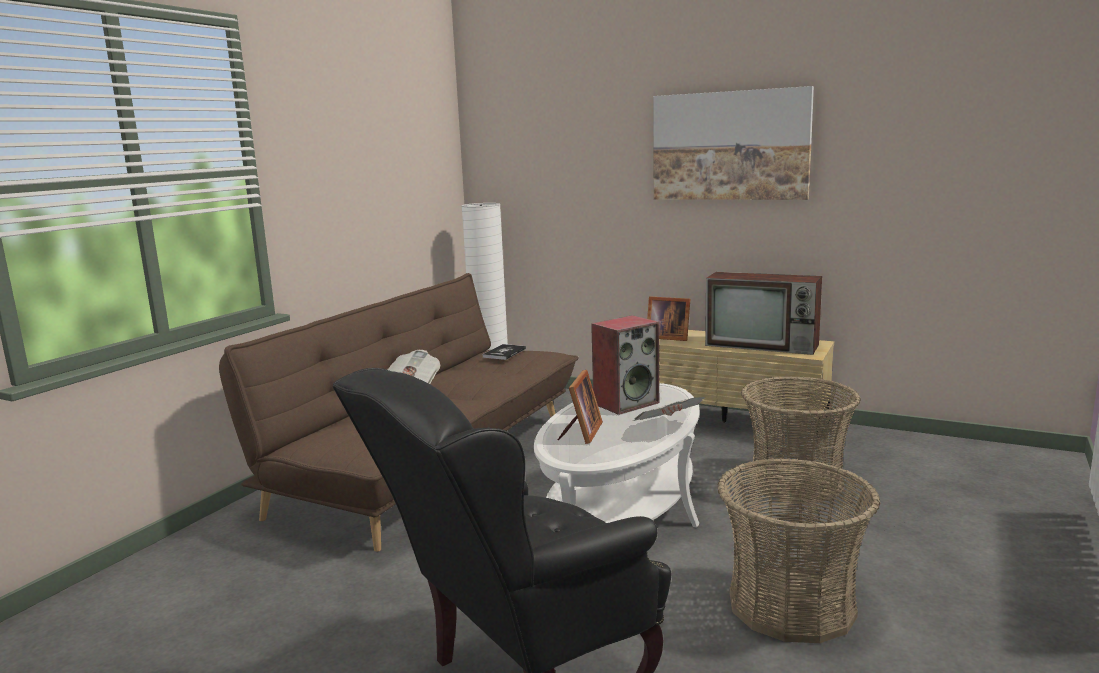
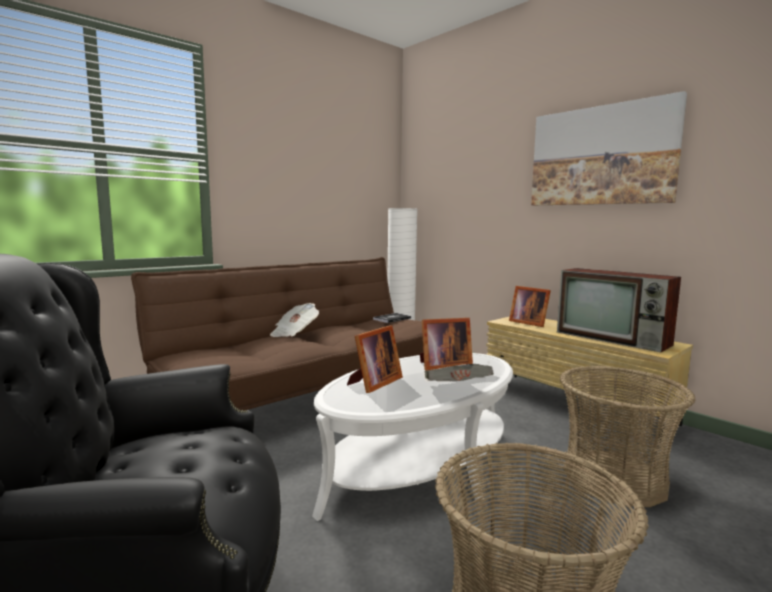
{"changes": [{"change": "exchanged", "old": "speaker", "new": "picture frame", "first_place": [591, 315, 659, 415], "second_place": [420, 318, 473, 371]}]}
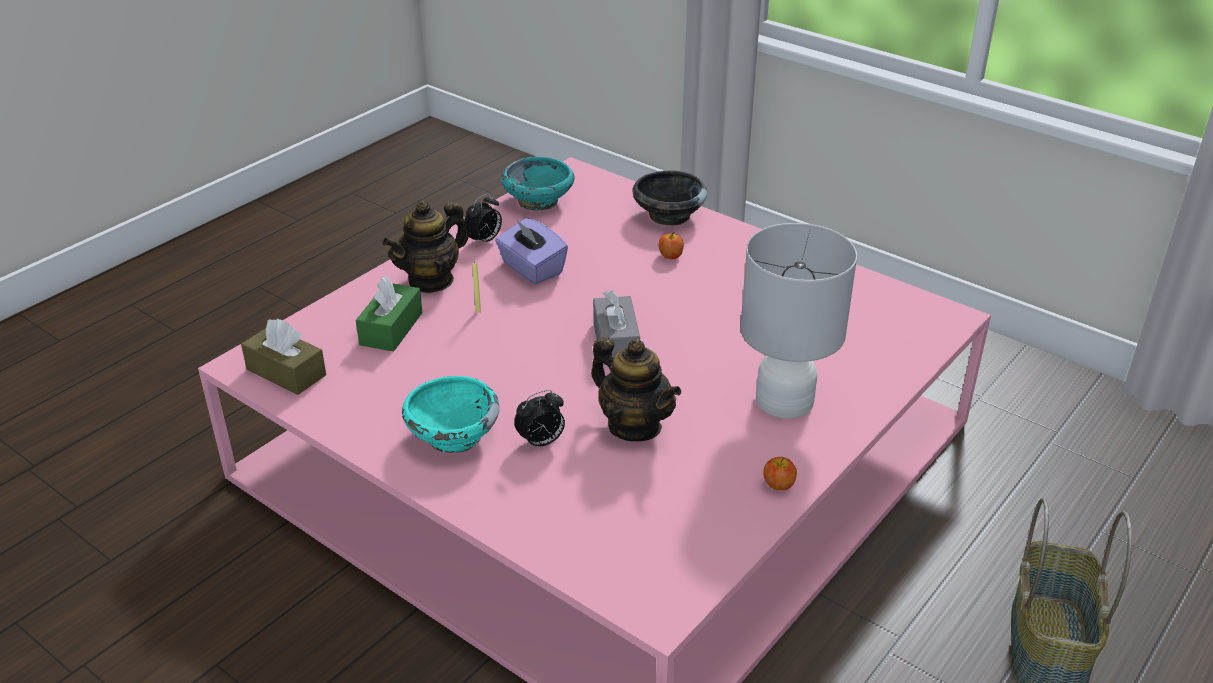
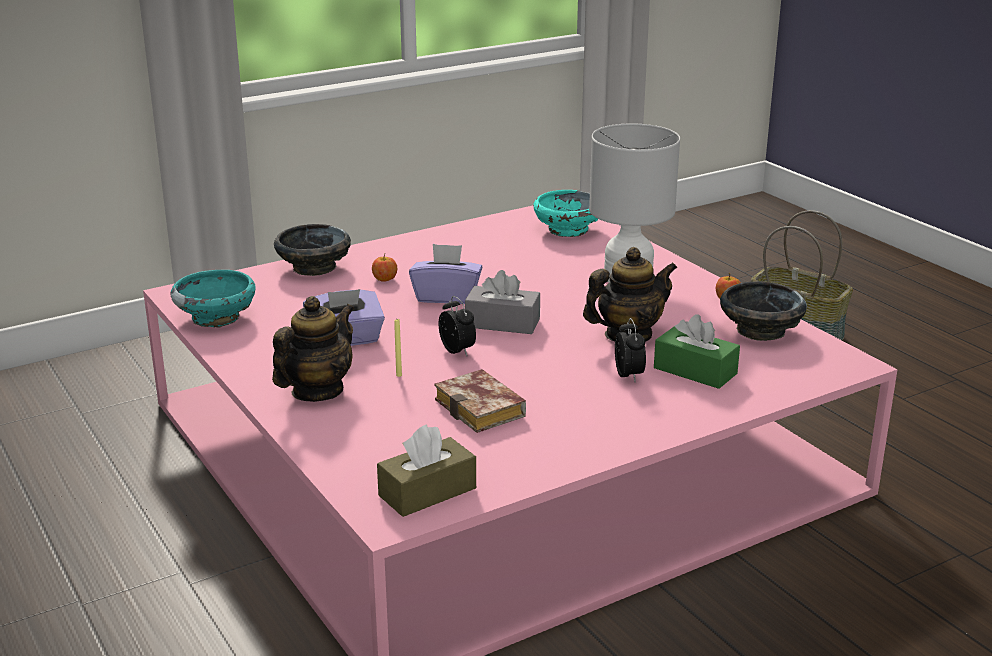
{"changes": [{"change": "spun", "old": "teapot", "first_place": [383, 200, 469, 293], "second_place": [272, 296, 355, 402], "degrees": -120}, {"change": "appeared", "new": "tissue box/purple", "second_place": [409, 244, 482, 304]}, {"change": "appeared", "new": "book", "second_place": [435, 369, 526, 433]}, {"change": "relocated", "old": "alarm clock", "first_place": [464, 193, 502, 246], "second_place": [439, 296, 476, 356]}, {"change": "relocated", "old": "bowl/turquoise", "first_place": [402, 376, 500, 453], "second_place": [533, 190, 598, 237]}, {"change": "relocated", "old": "tissue box/green", "first_place": [356, 277, 423, 352], "second_place": [654, 314, 740, 389]}, {"change": "appeared", "new": "bowl/black", "second_place": [720, 281, 807, 341]}]}
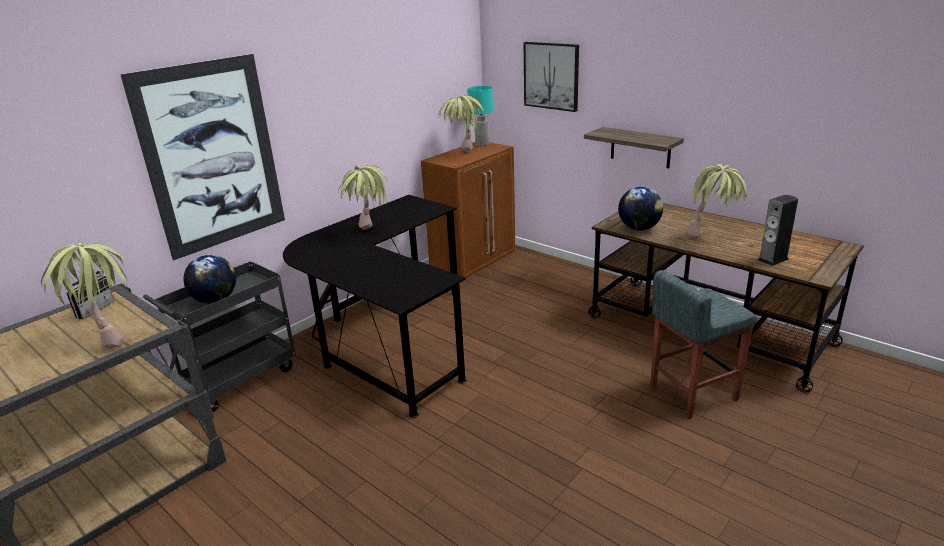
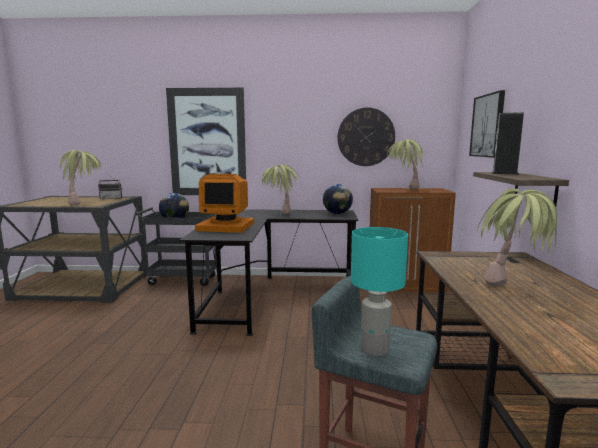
{"changes": [{"change": "appeared", "new": "monitor", "second_place": [195, 174, 254, 233]}, {"change": "relocated", "old": "globe", "first_place": [618, 187, 663, 230], "second_place": [323, 184, 353, 214]}, {"change": "appeared", "new": "wall clock", "second_place": [337, 107, 395, 166]}, {"change": "relocated", "old": "table lamp/turquoise", "first_place": [467, 86, 493, 146], "second_place": [351, 227, 408, 357]}, {"change": "relocated", "old": "speaker", "first_place": [758, 194, 798, 266], "second_place": [492, 112, 524, 175]}]}
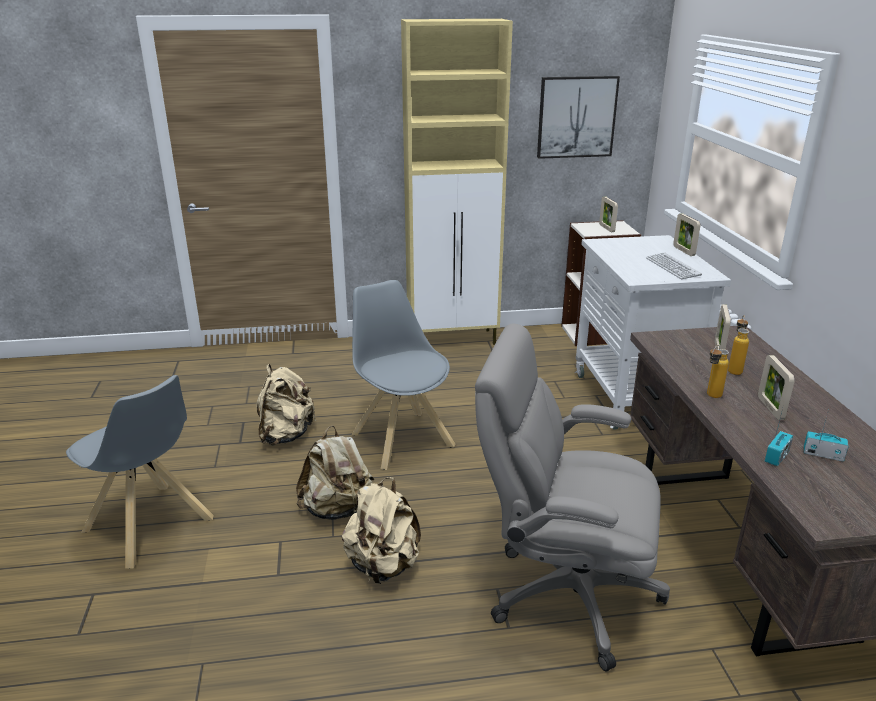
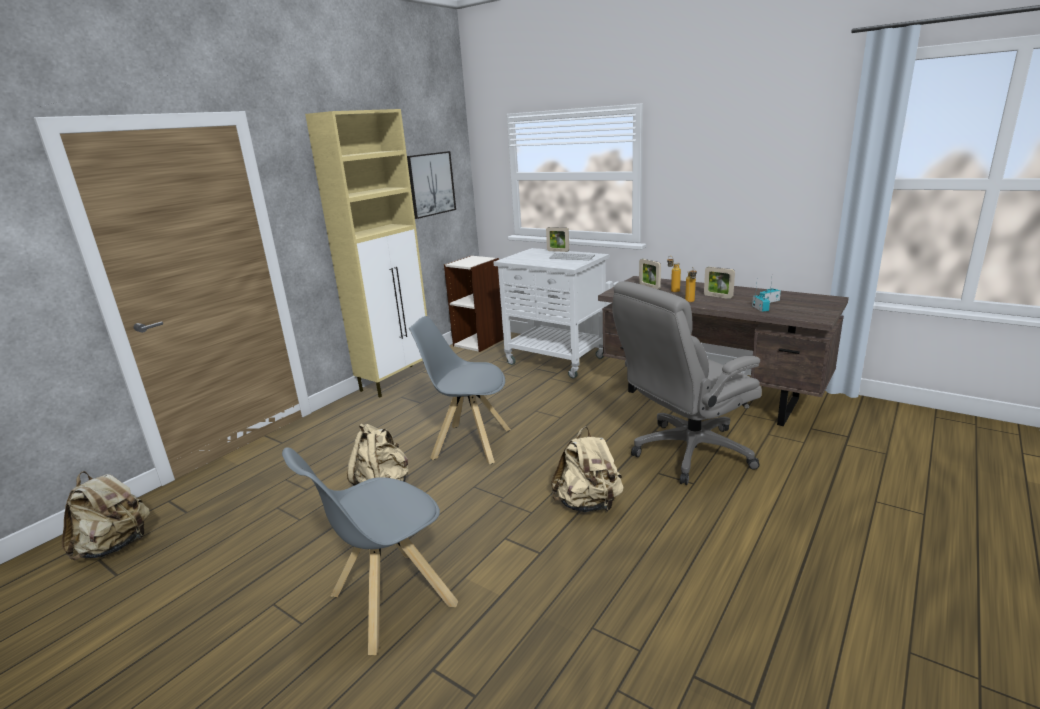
{"changes": [{"change": "relocated", "old": "backpack/beige", "first_place": [296, 426, 375, 520], "second_place": [62, 471, 150, 560]}, {"change": "spun", "old": "chair/grey", "first_place": [66, 375, 214, 569], "second_place": [282, 447, 458, 655], "degrees": 150}, {"change": "missing", "old": "picture frame", "first_place": [599, 197, 618, 232]}]}
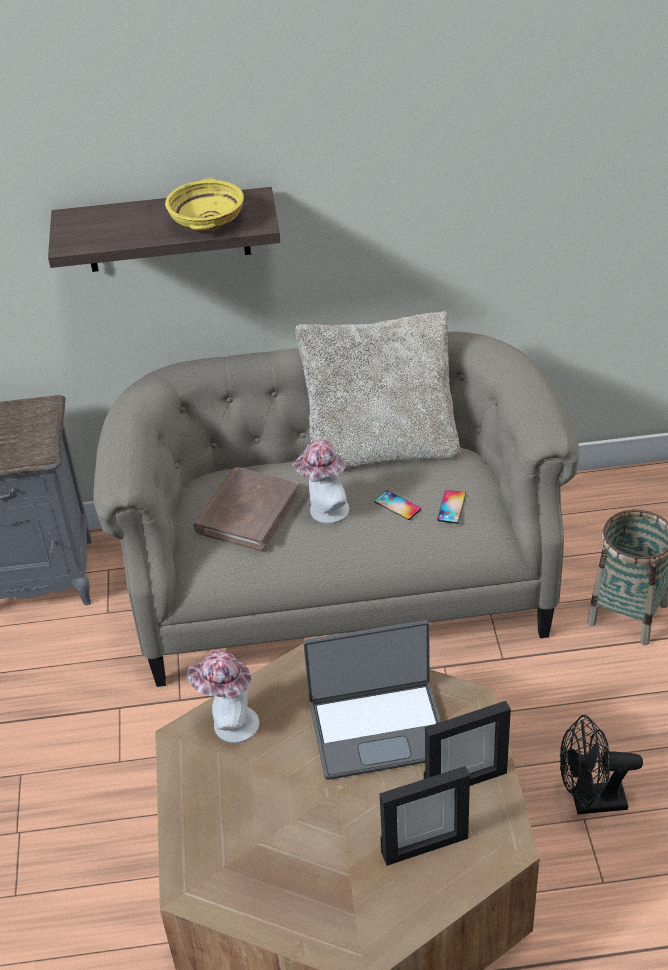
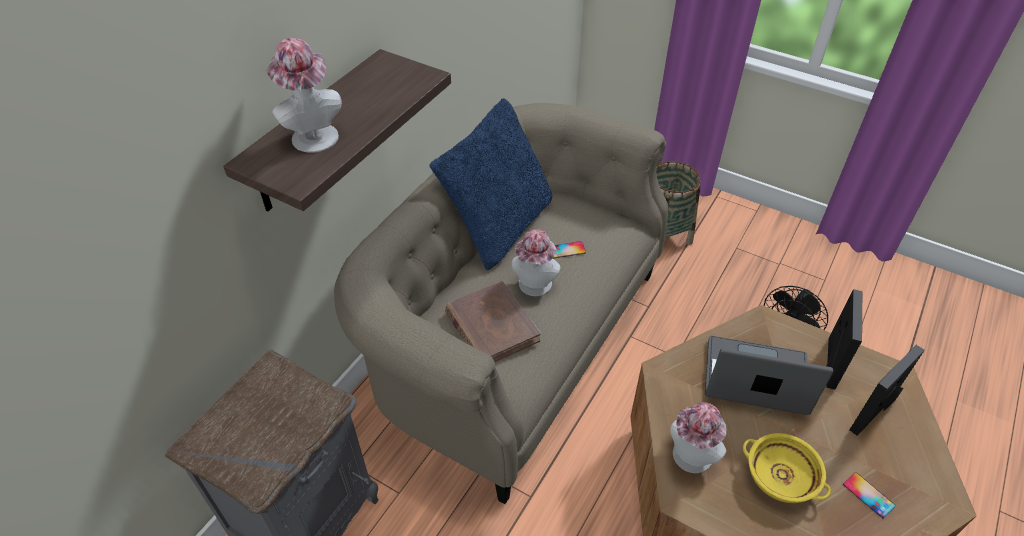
{"changes": [{"change": "appeared", "new": "hat", "second_place": [266, 38, 342, 153]}, {"change": "colour", "old": "pillow/beige", "new": "pillow/blue", "first_place": [295, 311, 461, 468], "second_place": [429, 98, 553, 270]}, {"change": "spun", "old": "laptop", "first_place": [303, 620, 441, 780], "second_place": [705, 336, 833, 415], "degrees": -105}, {"change": "relocated", "old": "bowl/yellow", "first_place": [165, 178, 244, 231], "second_place": [743, 433, 831, 503]}, {"change": "relocated", "old": "phone", "first_place": [437, 490, 466, 524], "second_place": [843, 472, 896, 518]}, {"change": "spun", "old": "picture frame", "first_place": [380, 766, 470, 866], "second_place": [849, 345, 925, 436], "degrees": -150}]}
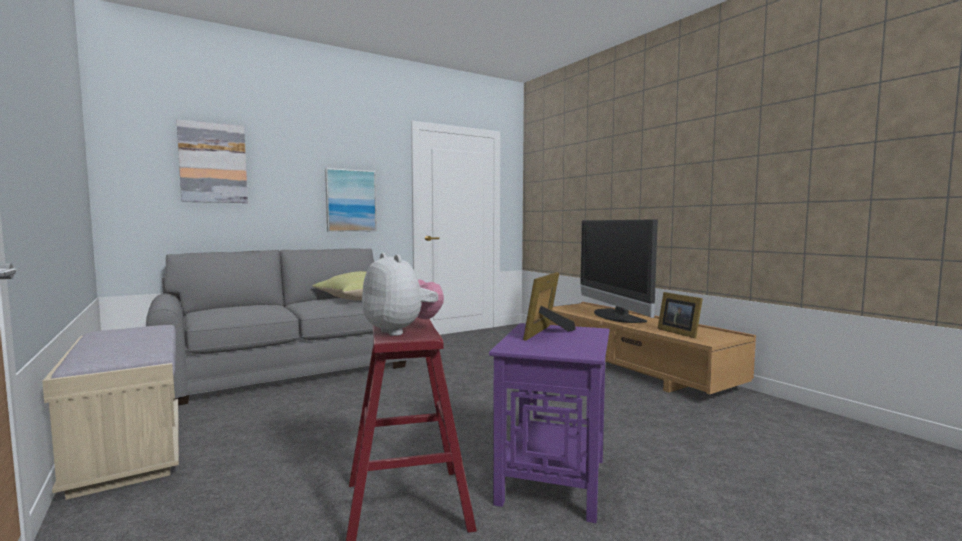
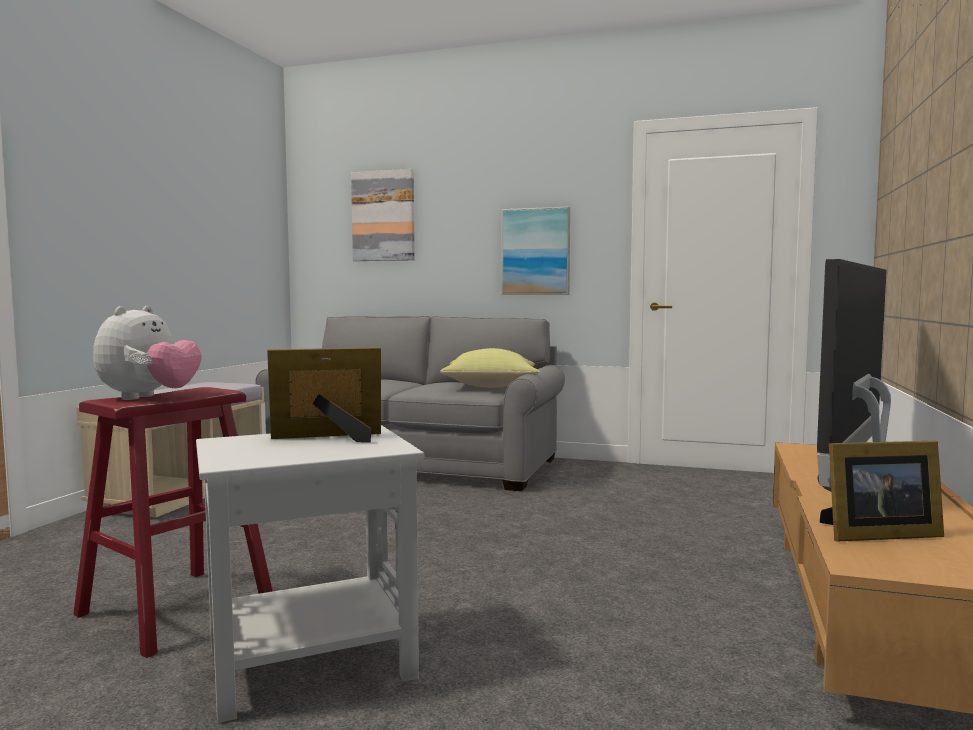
{"changes": [{"change": "colour", "old": "side table/purple", "new": "side table/white", "first_place": [489, 323, 609, 523], "second_place": [196, 425, 424, 723]}, {"change": "spun", "old": "picture frame", "first_place": [657, 292, 703, 338], "second_place": [820, 441, 944, 541], "degrees": -120}]}
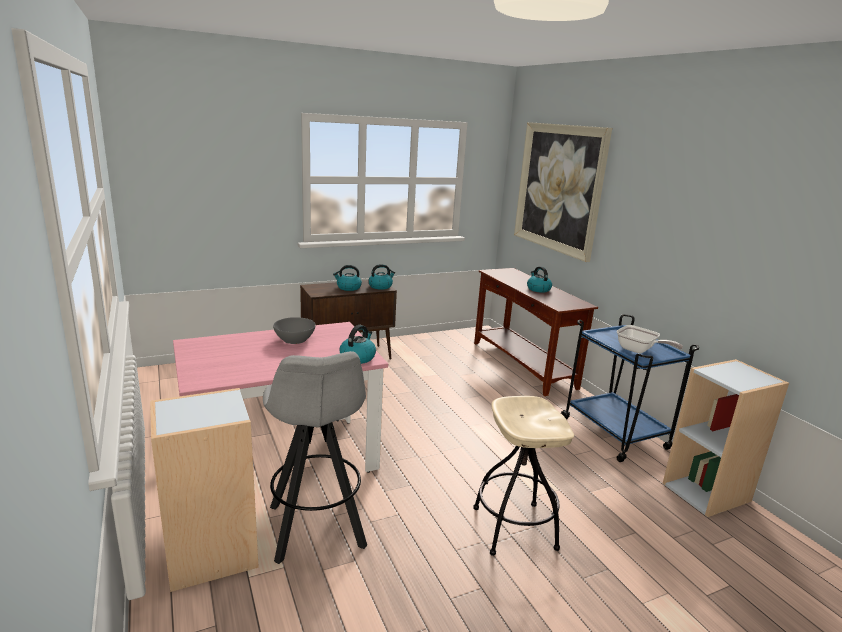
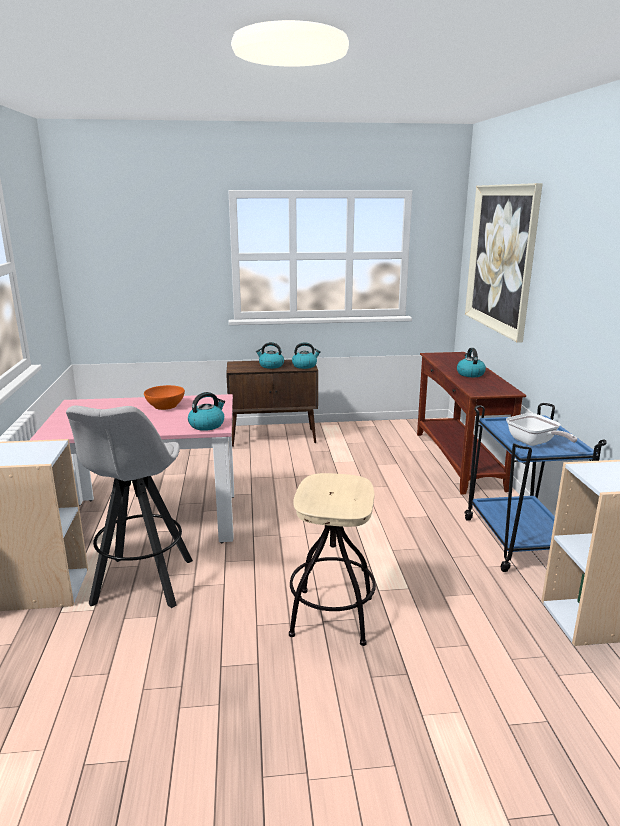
{"changes": [{"change": "colour", "old": "bowl/grey", "new": "bowl/orange", "first_place": [273, 317, 316, 344], "second_place": [144, 385, 185, 410]}]}
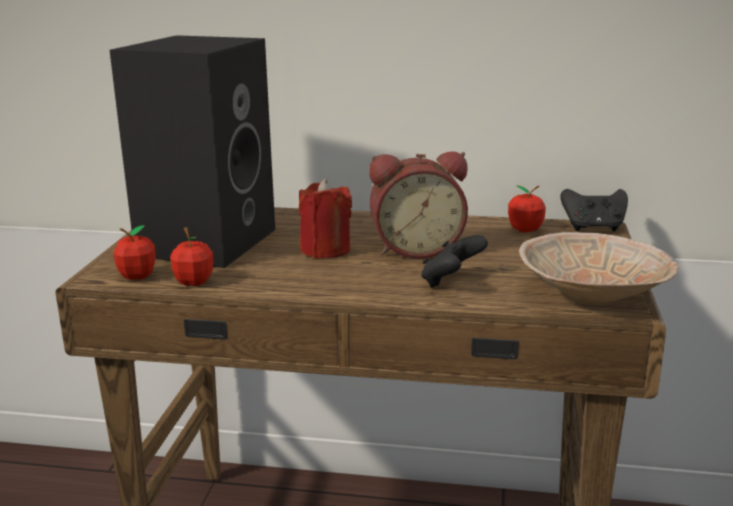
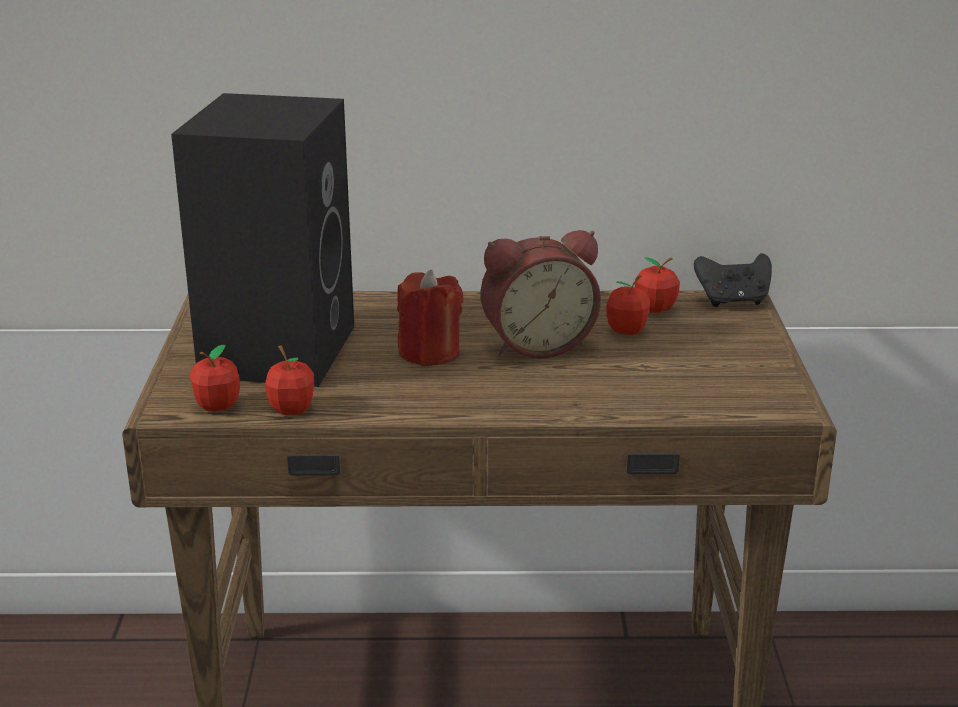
{"changes": [{"change": "appeared", "new": "apple", "second_place": [606, 275, 650, 335]}, {"change": "missing", "old": "game controller/black", "first_place": [421, 235, 488, 288]}, {"change": "missing", "old": "bowl/beige", "first_place": [519, 232, 679, 304]}]}
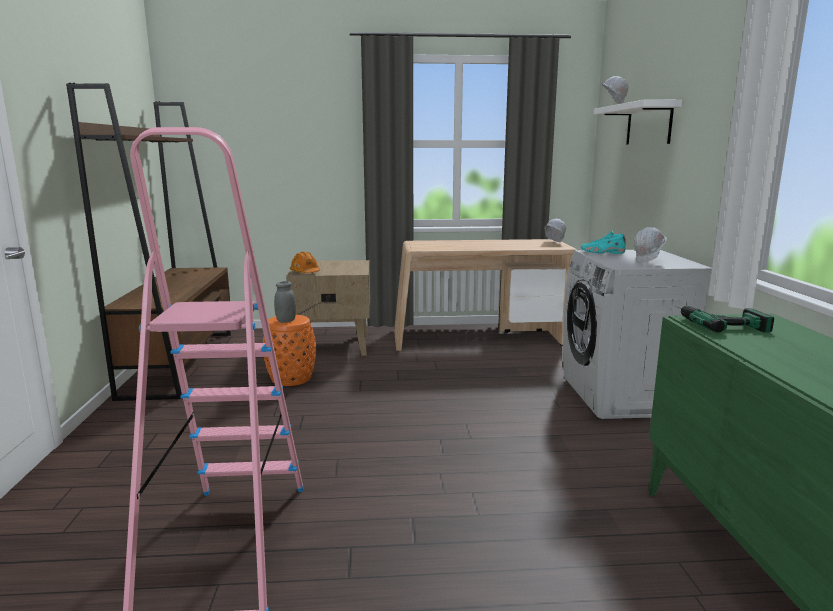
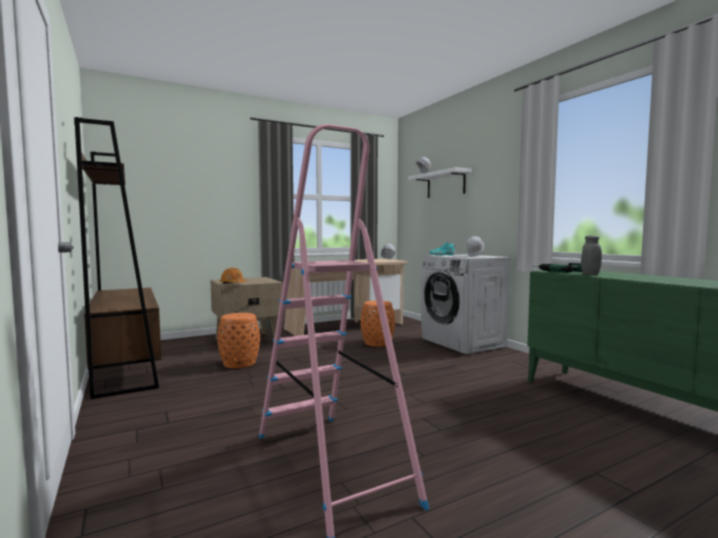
{"changes": [{"change": "appeared", "new": "stool/orange", "second_place": [360, 301, 395, 347]}, {"change": "relocated", "old": "jar/grey", "first_place": [274, 281, 296, 323], "second_place": [581, 235, 602, 275]}]}
